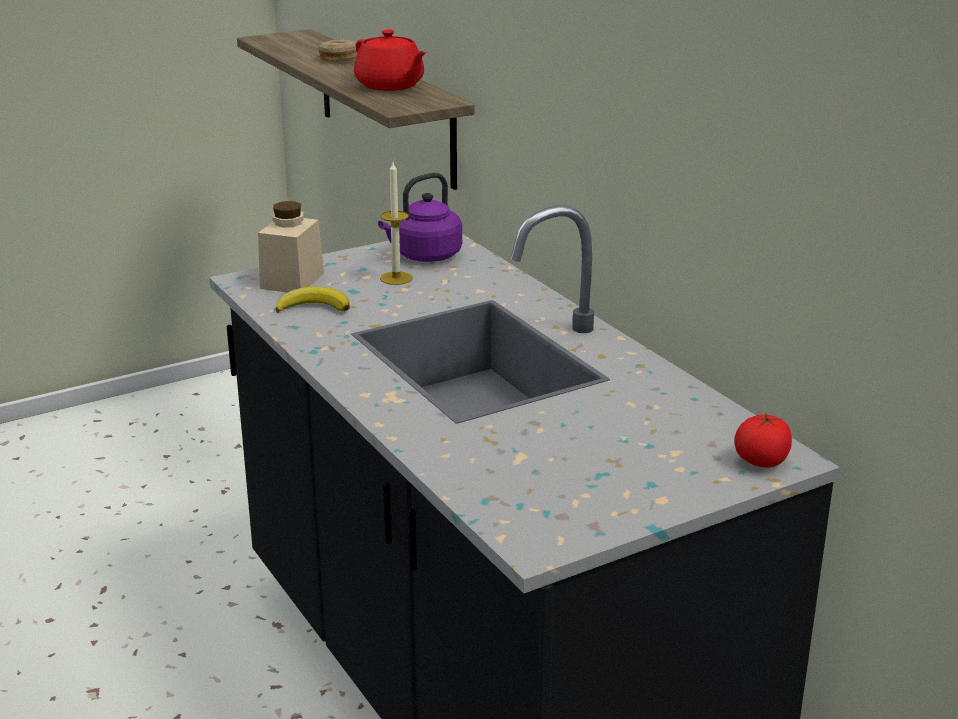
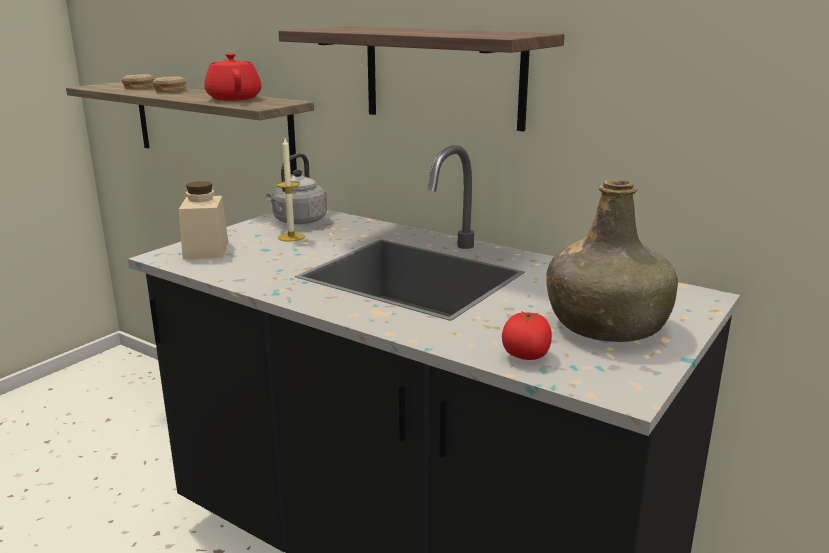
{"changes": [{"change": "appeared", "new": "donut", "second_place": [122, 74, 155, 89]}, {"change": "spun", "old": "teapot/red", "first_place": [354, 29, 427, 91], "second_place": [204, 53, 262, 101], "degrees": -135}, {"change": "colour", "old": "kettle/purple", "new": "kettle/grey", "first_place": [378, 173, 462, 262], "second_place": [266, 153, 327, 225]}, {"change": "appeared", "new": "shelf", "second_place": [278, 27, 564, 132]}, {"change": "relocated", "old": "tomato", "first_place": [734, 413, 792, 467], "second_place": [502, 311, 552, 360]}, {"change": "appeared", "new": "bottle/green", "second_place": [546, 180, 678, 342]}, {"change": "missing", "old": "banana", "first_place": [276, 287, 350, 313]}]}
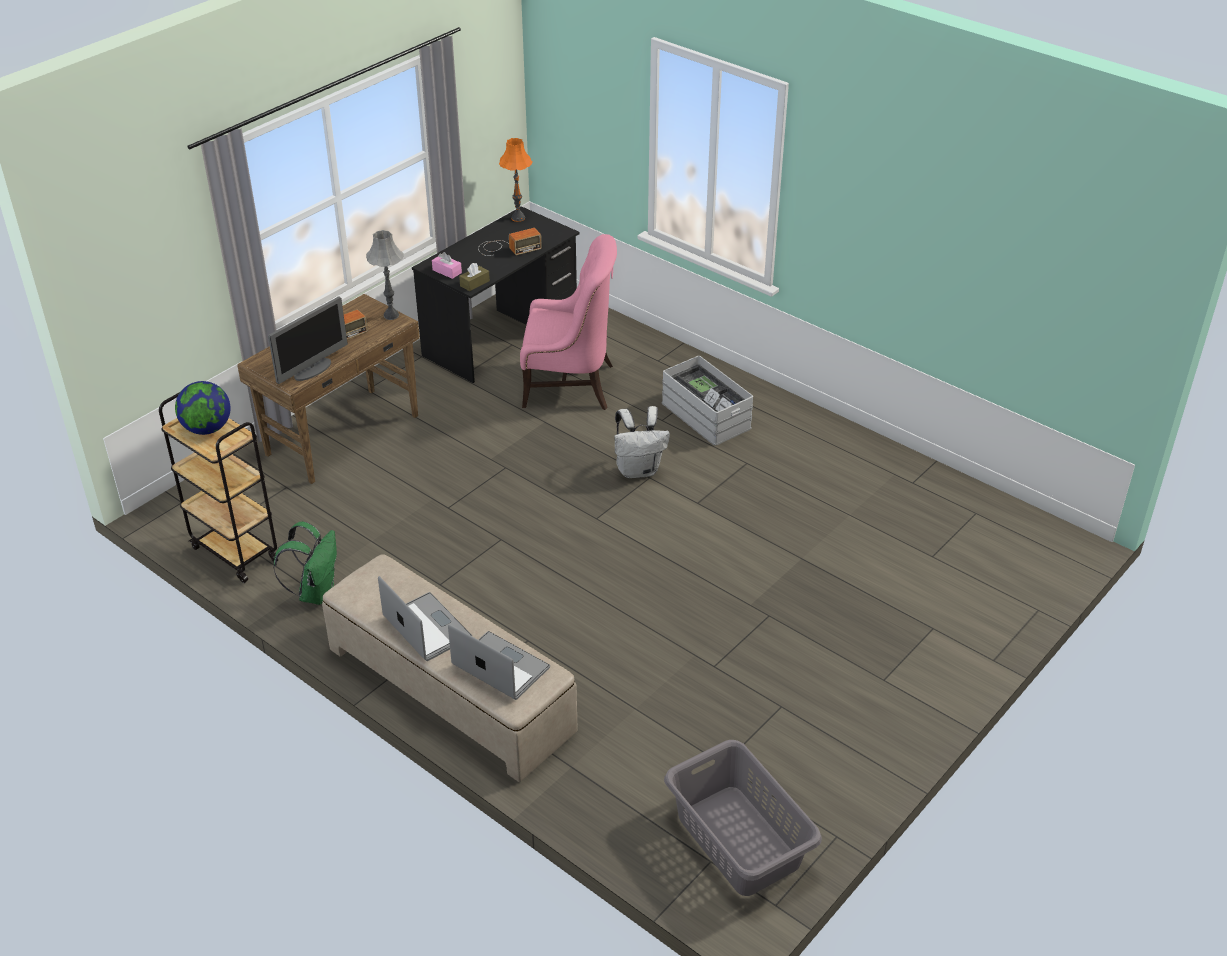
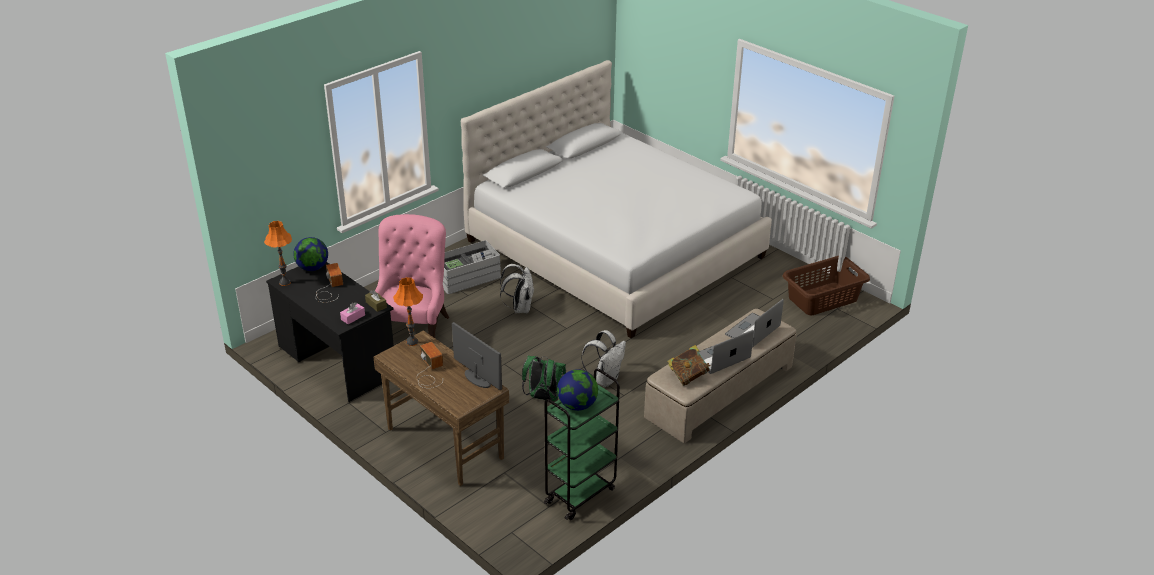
{"changes": [{"change": "appeared", "new": "globe", "second_place": [293, 237, 328, 271]}, {"change": "colour", "old": "table lamp/grey", "new": "table lamp/orange", "first_place": [366, 230, 404, 320], "second_place": [393, 277, 423, 346]}, {"change": "appeared", "new": "bed/white", "second_place": [461, 60, 772, 338]}, {"change": "relocated", "old": "backpack/green", "first_place": [273, 521, 337, 605], "second_place": [522, 356, 566, 401]}, {"change": "colour", "old": "cart/brown", "new": "cart/green", "first_place": [159, 392, 278, 583], "second_place": [544, 368, 620, 520]}, {"change": "appeared", "new": "backpack/white", "second_place": [581, 330, 626, 387]}, {"change": "appeared", "new": "book", "second_place": [667, 345, 711, 386]}, {"change": "colour", "old": "laundry basket/grey", "new": "laundry basket/brown", "first_place": [664, 740, 822, 896], "second_place": [782, 256, 870, 315]}]}
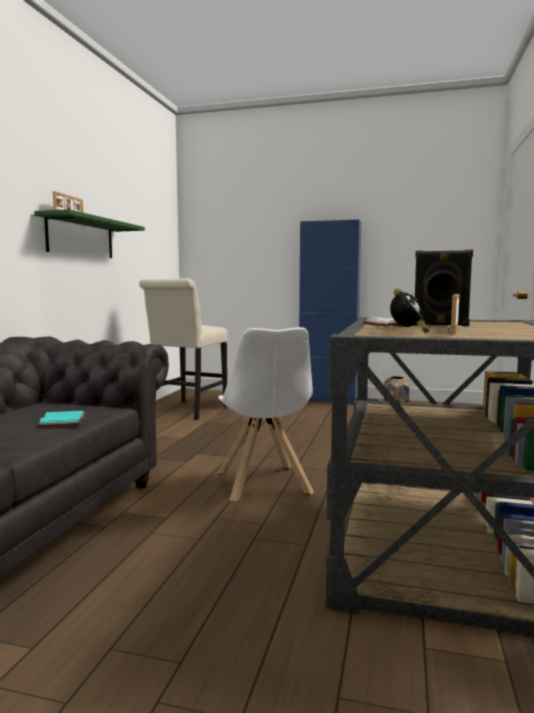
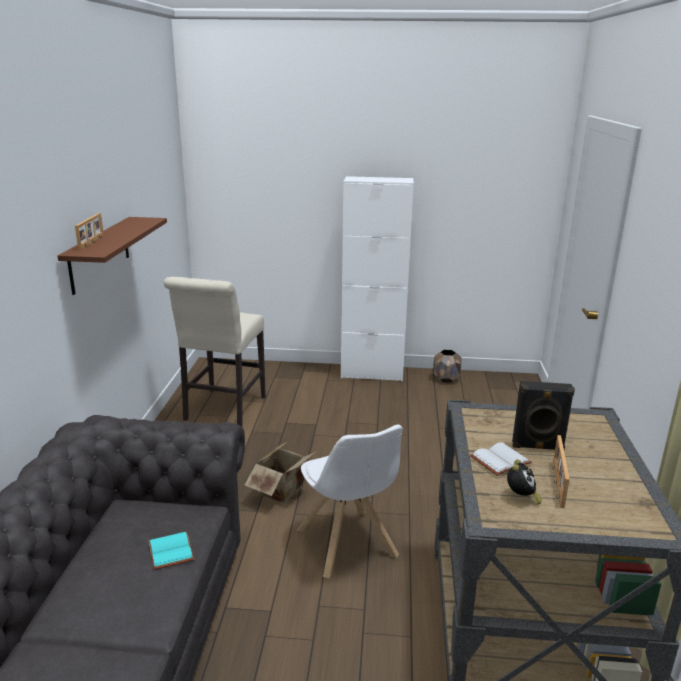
{"changes": [{"change": "colour", "old": "shelf/green", "new": "shelf/brown", "first_place": [34, 209, 145, 258], "second_place": [57, 217, 167, 295]}, {"change": "appeared", "new": "cardboard box", "second_place": [245, 442, 315, 503]}, {"change": "colour", "old": "cabinet/blue", "new": "cabinet/white", "first_place": [299, 219, 361, 403], "second_place": [341, 176, 414, 382]}]}
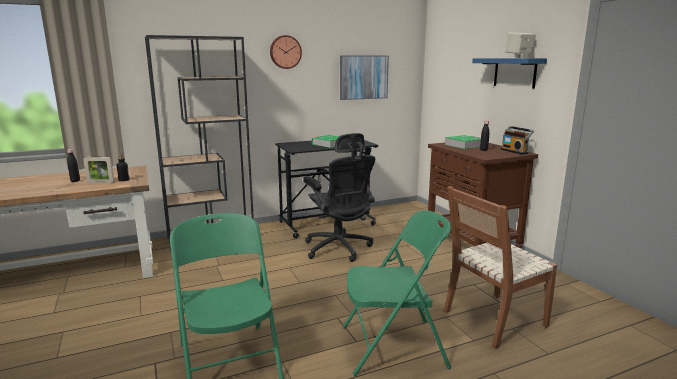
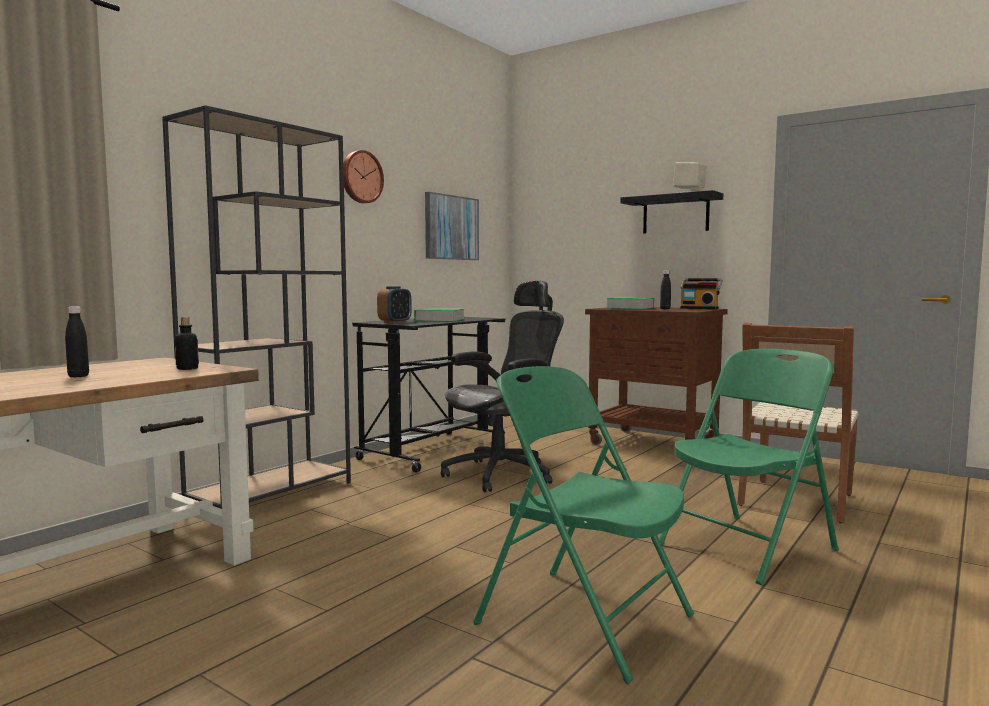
{"changes": [{"change": "appeared", "new": "alarm clock", "second_place": [377, 286, 412, 323]}, {"change": "spun", "old": "office chair", "first_place": [303, 133, 375, 262], "second_place": [441, 280, 564, 492], "degrees": -75}, {"change": "colour", "old": "shelf/blue", "new": "shelf/black", "first_place": [472, 58, 547, 89], "second_place": [620, 190, 723, 233]}, {"change": "missing", "old": "picture frame", "first_place": [83, 157, 114, 183]}]}
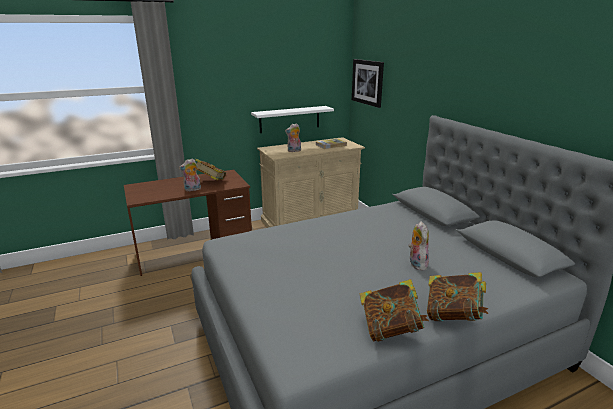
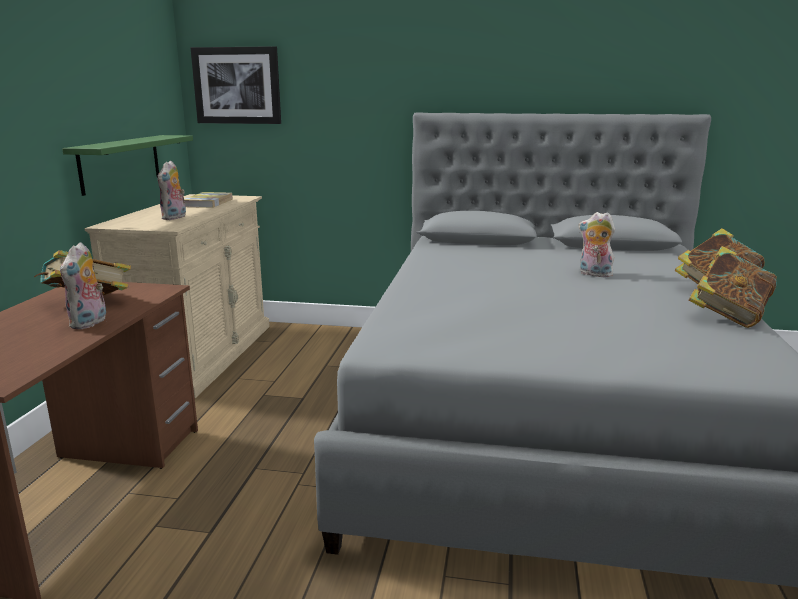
{"changes": [{"change": "colour", "old": "shelf/white", "new": "shelf/green", "first_place": [251, 106, 334, 133], "second_place": [62, 135, 193, 196]}]}
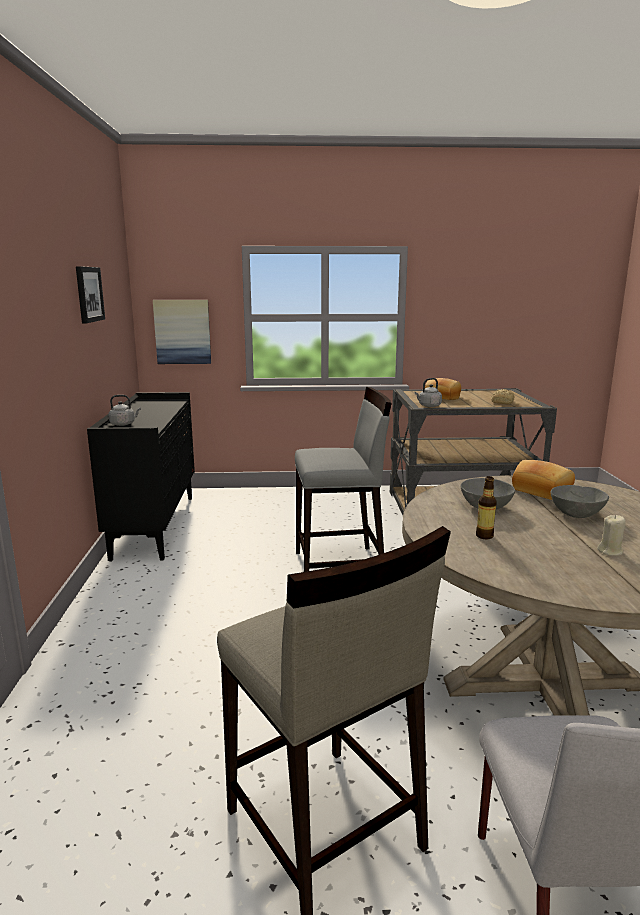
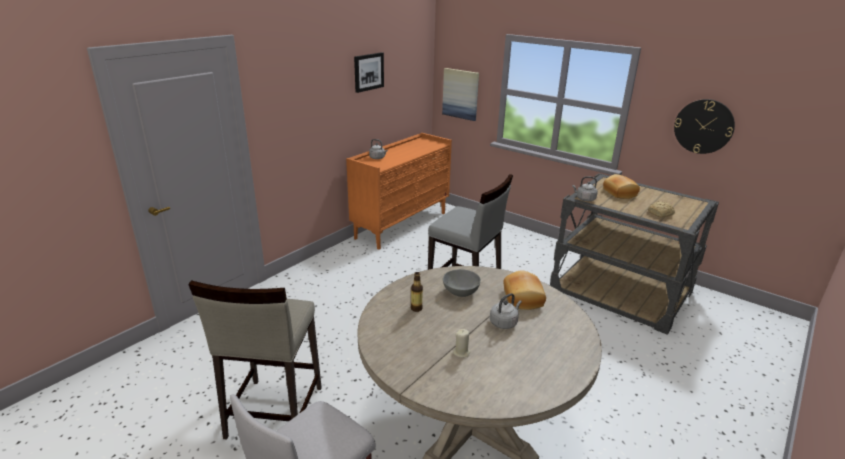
{"changes": [{"change": "colour", "old": "cabinet/black", "new": "cabinet/orange", "first_place": [87, 392, 195, 561], "second_place": [346, 133, 452, 250]}, {"change": "exchanged", "old": "bowl/grey", "new": "kettle/grey", "first_place": [551, 485, 609, 518], "second_place": [490, 293, 522, 329]}, {"change": "appeared", "new": "wall clock", "second_place": [674, 99, 735, 154]}]}
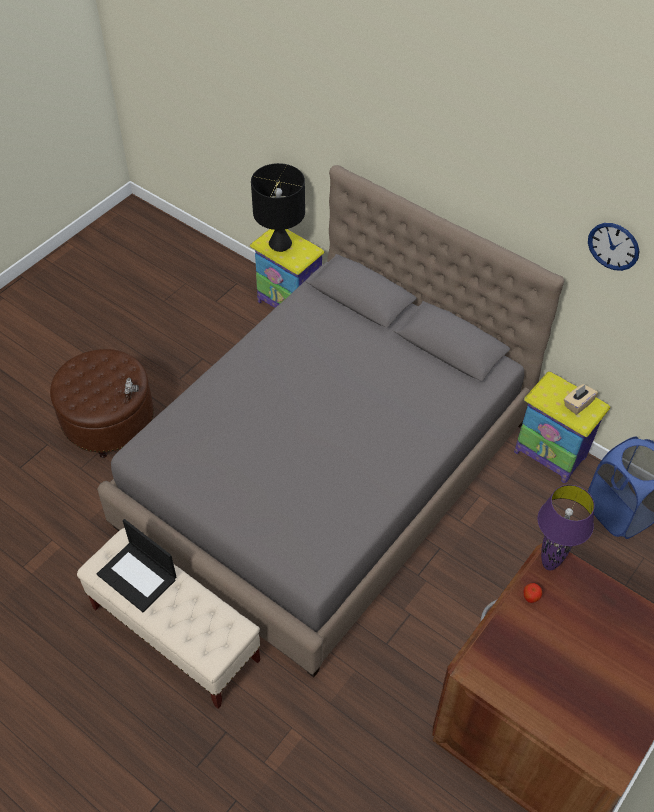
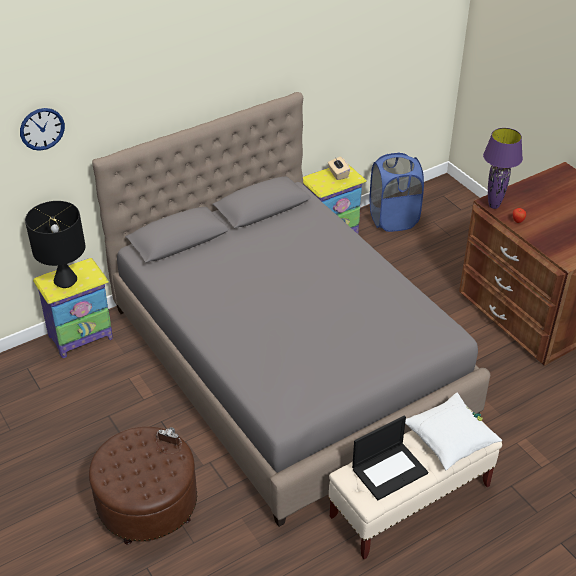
{"changes": [{"change": "relocated", "old": "wall clock", "first_place": [588, 223, 640, 271], "second_place": [20, 108, 65, 151]}, {"change": "appeared", "new": "pillow/white", "second_place": [405, 393, 502, 470]}]}
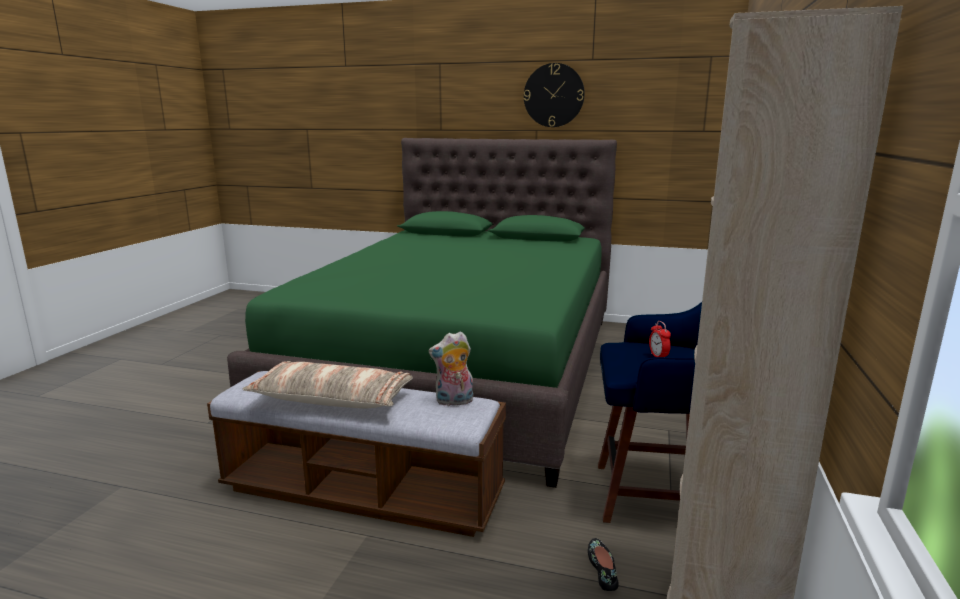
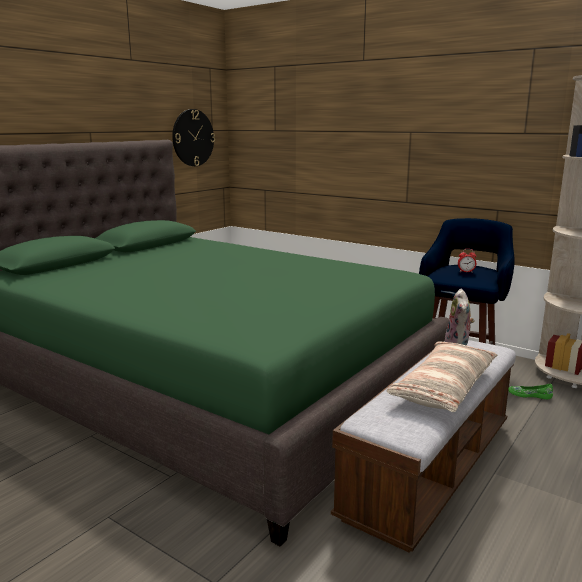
{"changes": [{"change": "relocated", "old": "wall clock", "first_place": [524, 63, 585, 127], "second_place": [172, 109, 215, 166]}, {"change": "colour", "old": "shoe/black", "new": "shoe/green", "first_place": [588, 538, 619, 591], "second_place": [508, 384, 553, 399]}]}
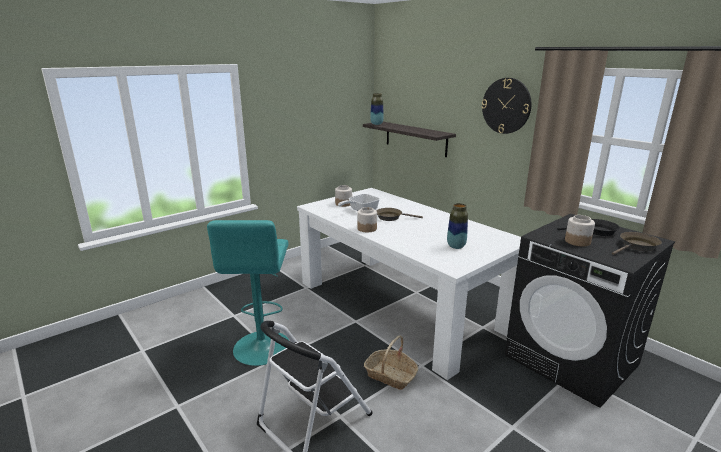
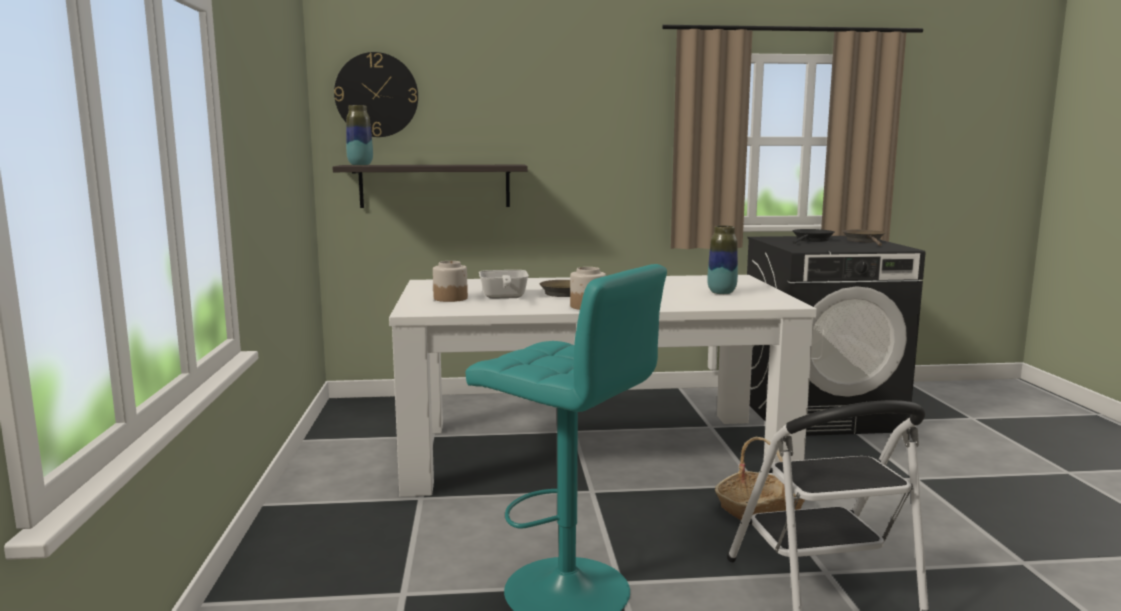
{"changes": [{"change": "relocated", "old": "wall clock", "first_place": [481, 78, 531, 134], "second_place": [334, 52, 418, 137]}, {"change": "missing", "old": "jar", "first_place": [565, 215, 595, 246]}]}
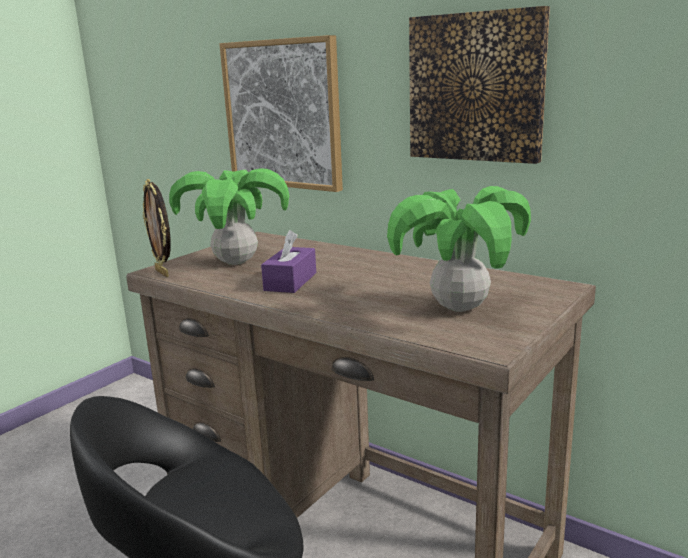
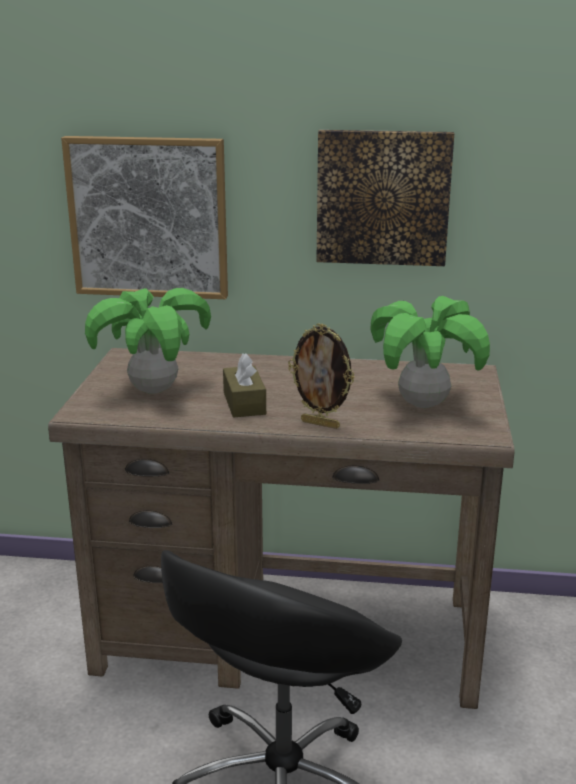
{"changes": [{"change": "colour", "old": "tissue box/purple", "new": "tissue box/brown", "first_place": [261, 230, 316, 293], "second_place": [223, 353, 266, 418]}, {"change": "relocated", "old": "picture frame", "first_place": [143, 179, 171, 277], "second_place": [288, 323, 355, 429]}]}
